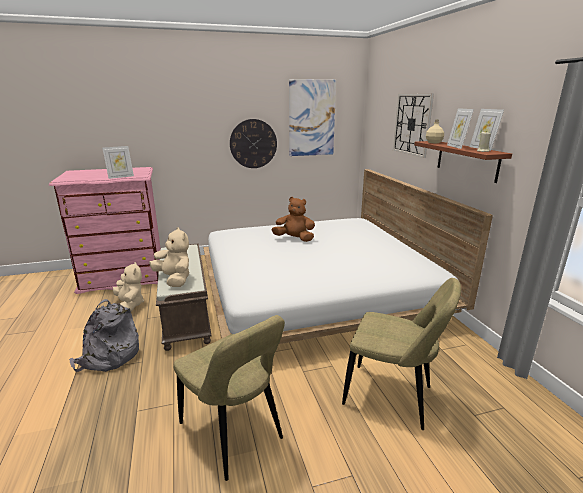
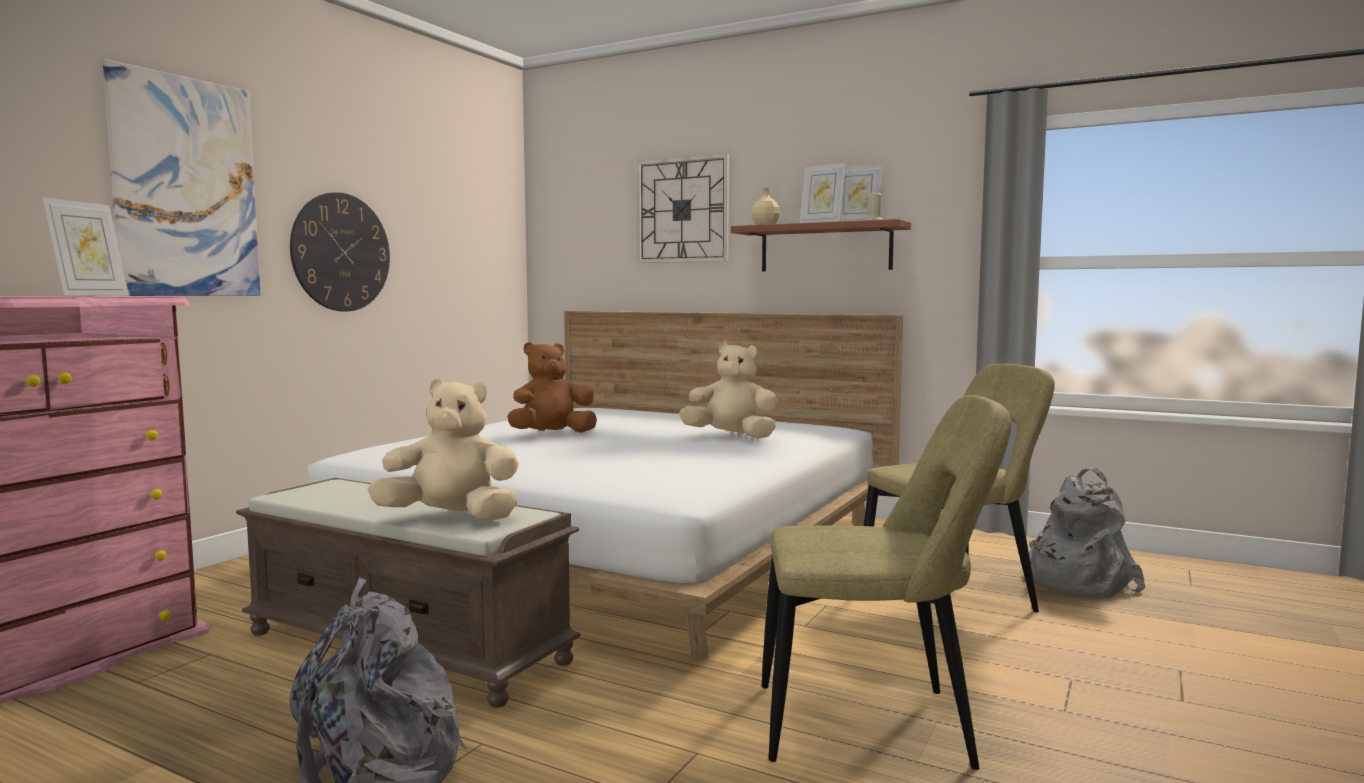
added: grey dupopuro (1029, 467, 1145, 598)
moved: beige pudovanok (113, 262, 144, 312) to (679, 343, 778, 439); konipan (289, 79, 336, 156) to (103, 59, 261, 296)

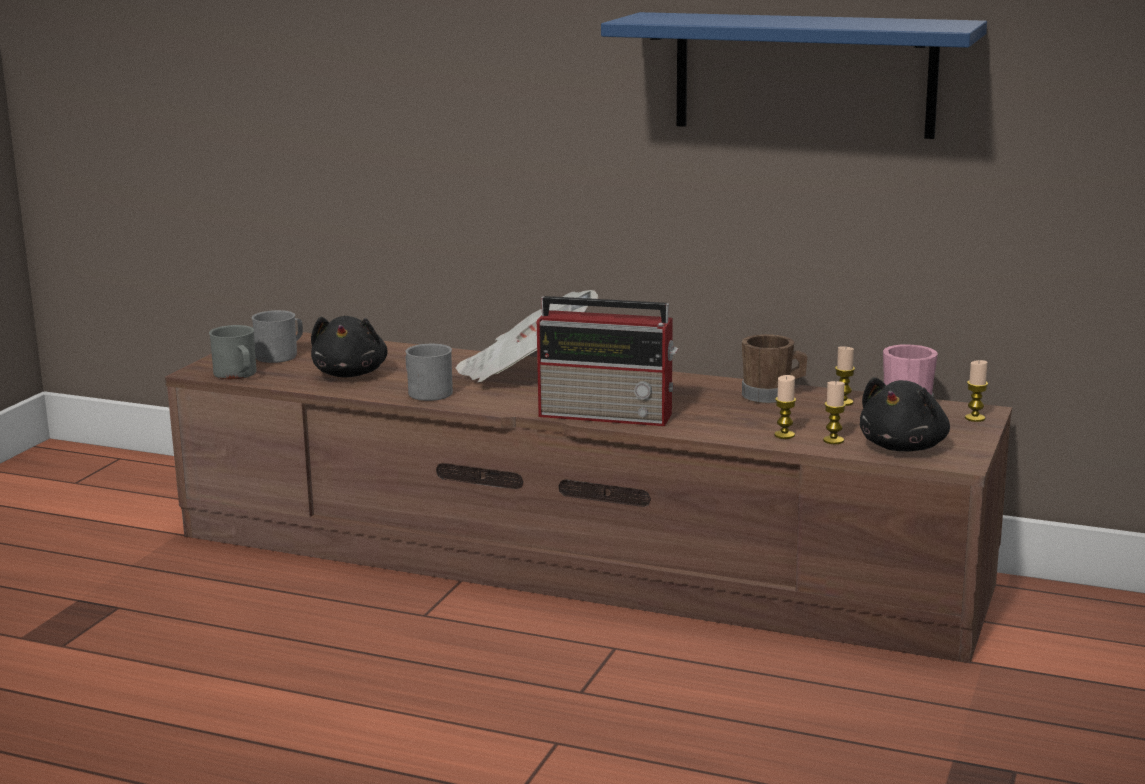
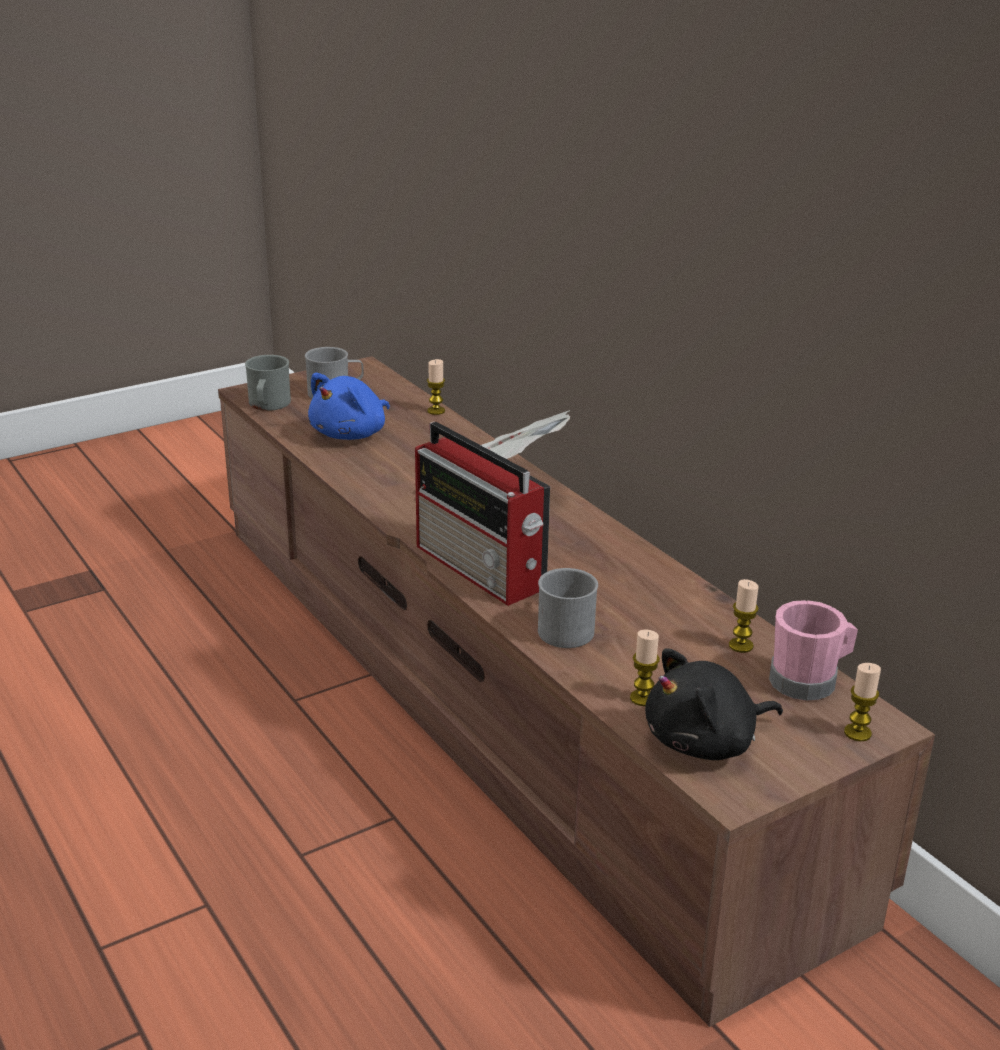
removed: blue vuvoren (601, 12, 987, 139); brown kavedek (742, 334, 807, 404)
moved: grey kavedek (405, 344, 453, 401) to (538, 568, 598, 648); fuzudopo (774, 375, 796, 439) to (427, 359, 445, 415)
recoloured: black pudovanok (311, 316, 388, 377) to blue pudovanok (308, 373, 390, 440)

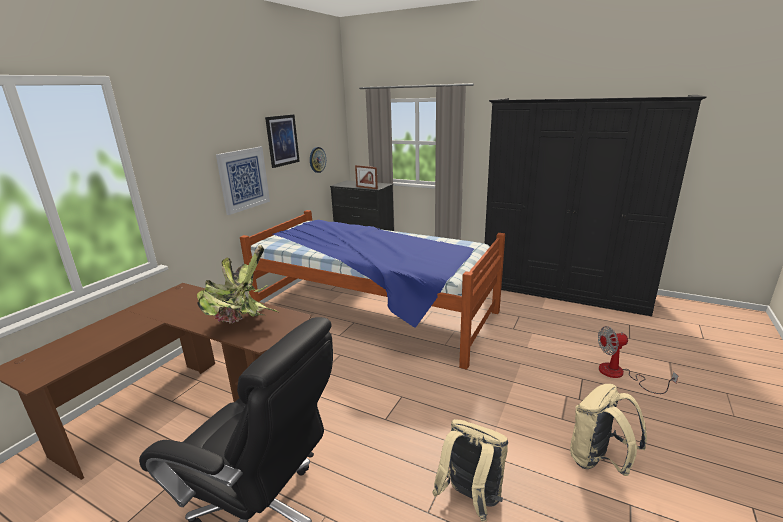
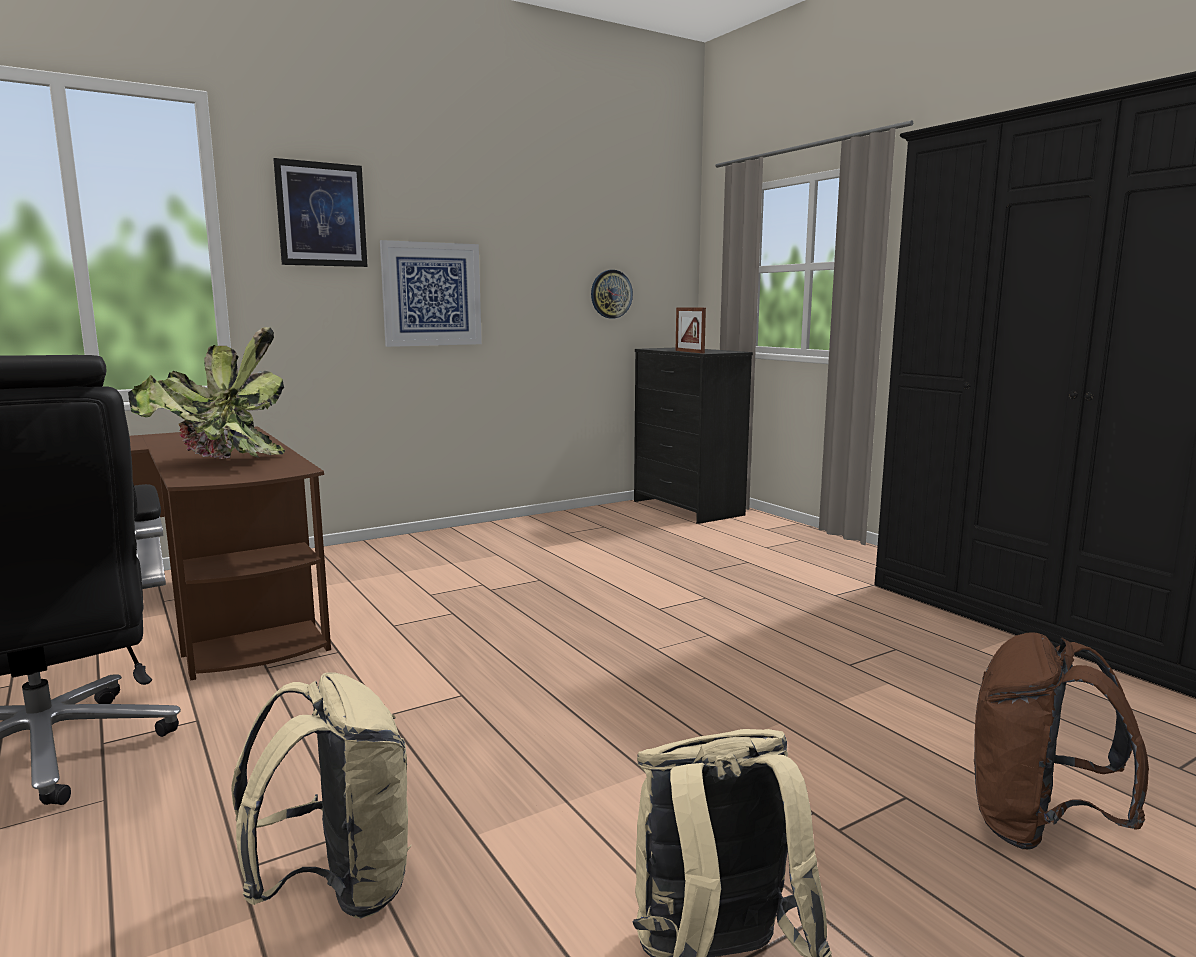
removed: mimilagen (240, 210, 505, 370)
moved: konipan (265, 114, 300, 168) to (274, 158, 368, 267)
replaced: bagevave (598, 326, 678, 394) to brown dupopuro (974, 632, 1149, 850)

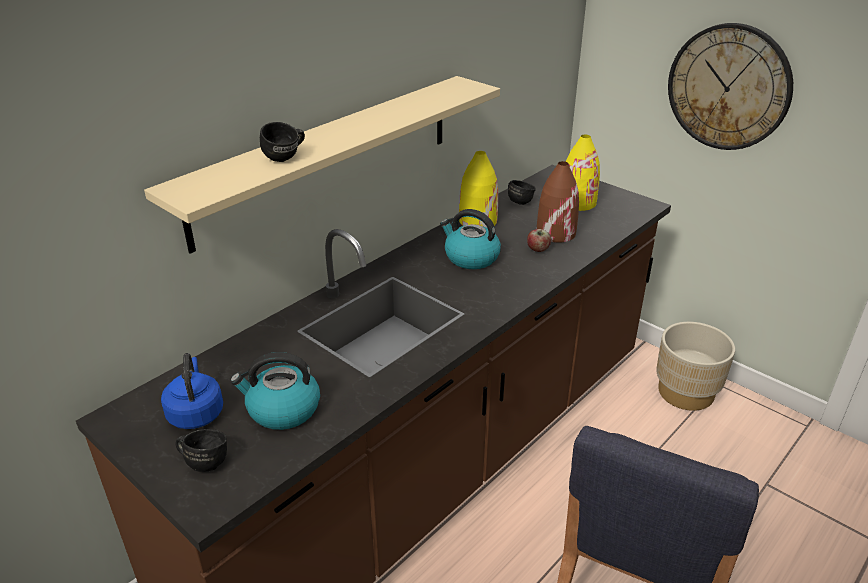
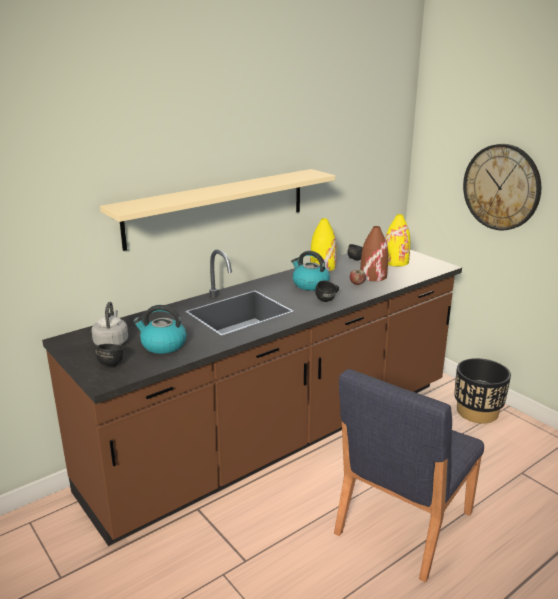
moved: black kavedek (260, 122, 305, 162) to (315, 280, 339, 302)
recoloured: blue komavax (161, 353, 223, 429) to grey komavax (91, 302, 128, 346); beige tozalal (656, 322, 735, 411) to black tozalal (454, 358, 511, 423)

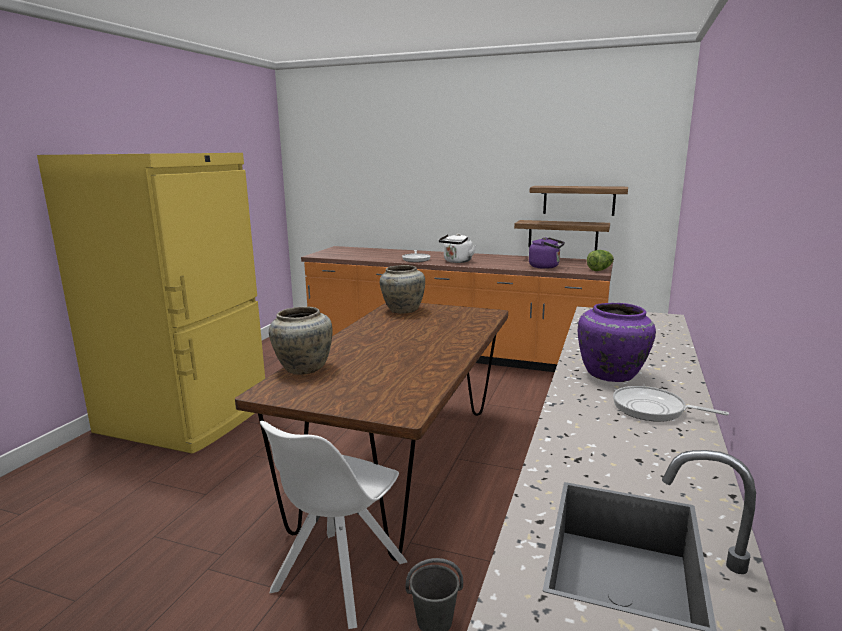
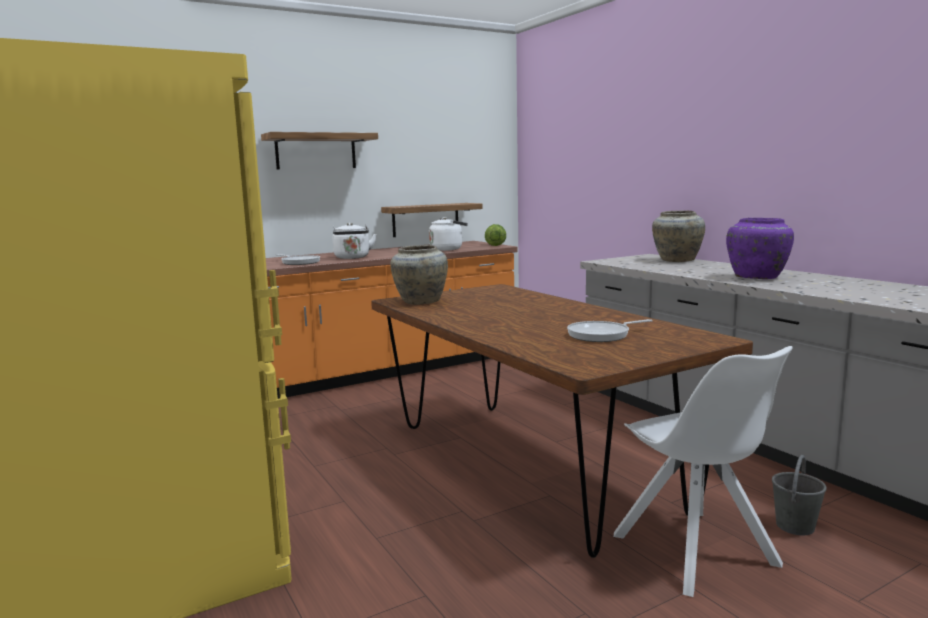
moved: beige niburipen (269, 306, 332, 375) to (652, 210, 705, 262); vuvoren (529, 186, 628, 216) to (261, 132, 378, 169); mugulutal (613, 386, 729, 422) to (567, 319, 652, 342)
recoloured: purple komavax (529, 237, 565, 269) to white komavax (429, 217, 468, 251)

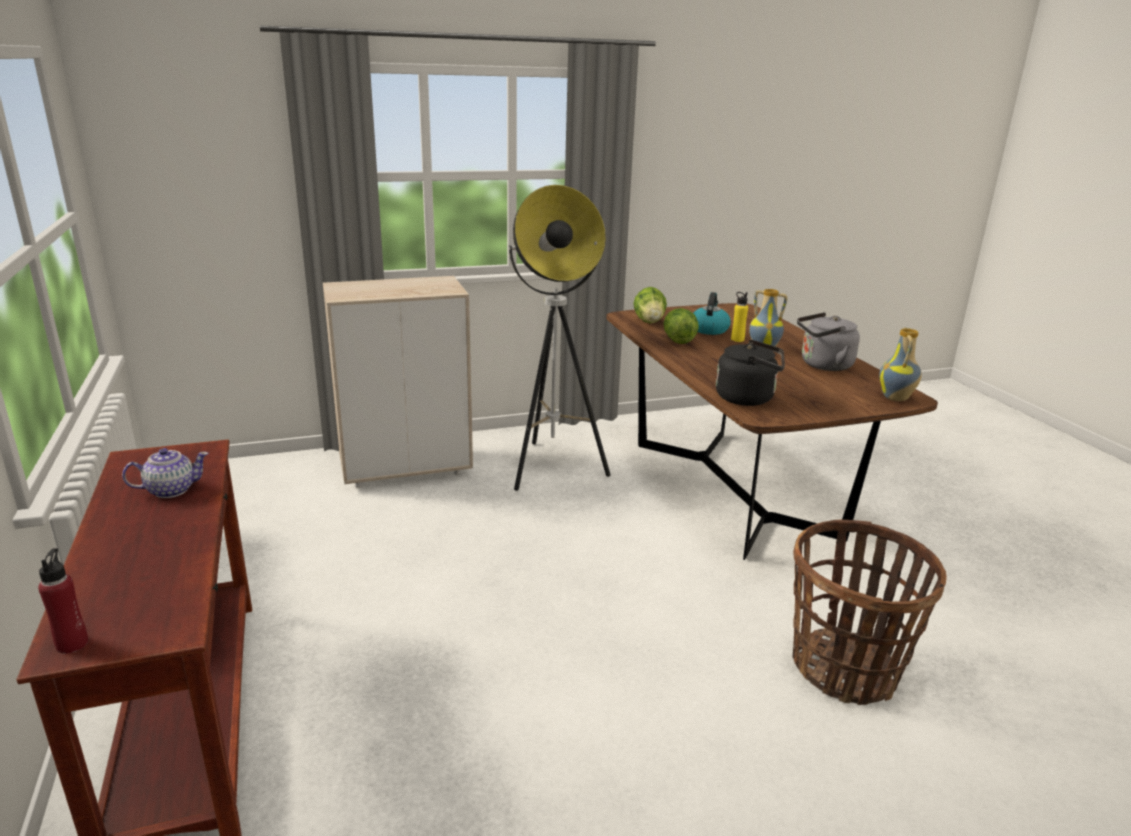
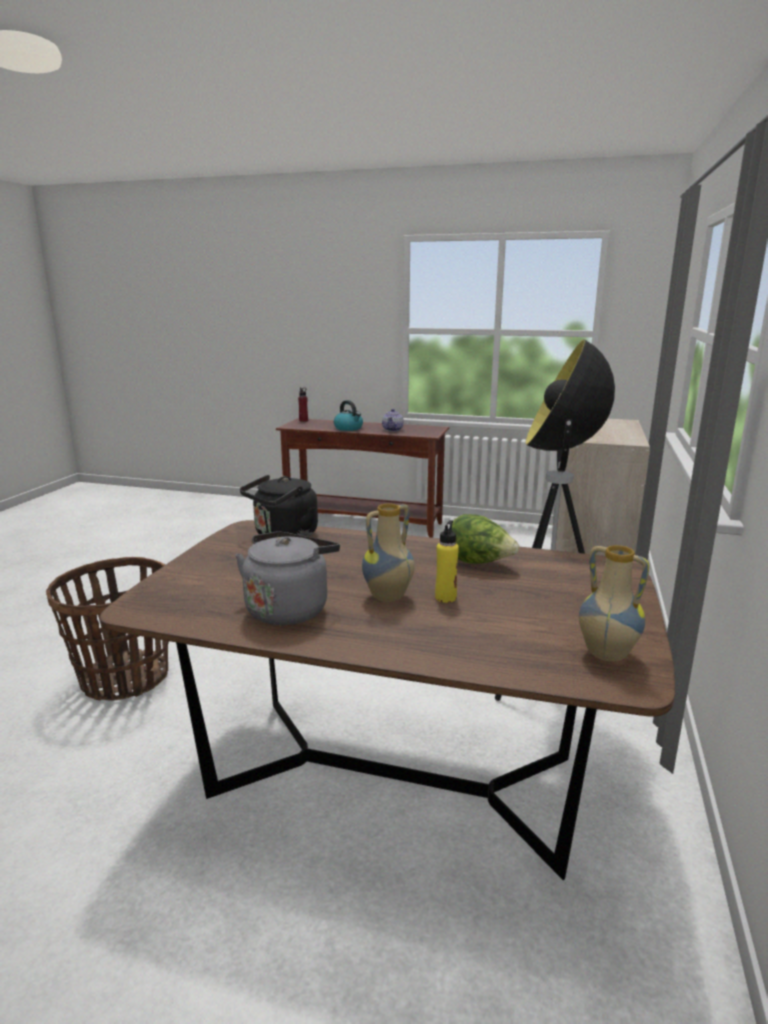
removed: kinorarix (633, 287, 667, 324)
moved: komavax (693, 292, 731, 335) to (334, 400, 363, 431); niburipen (879, 327, 922, 401) to (579, 545, 649, 662)

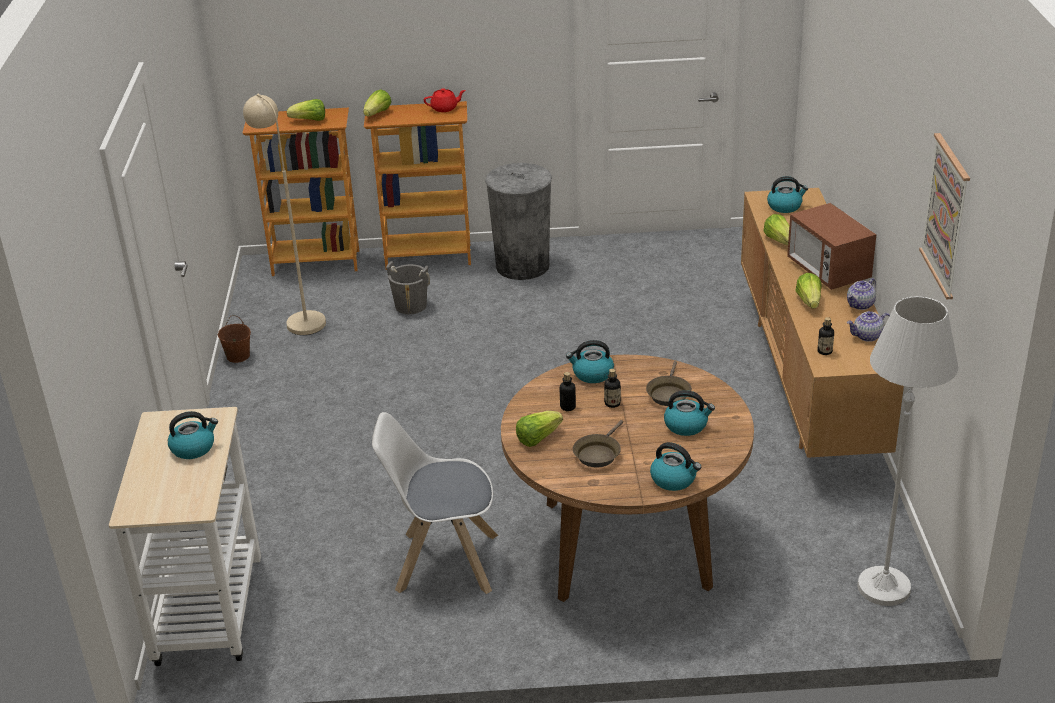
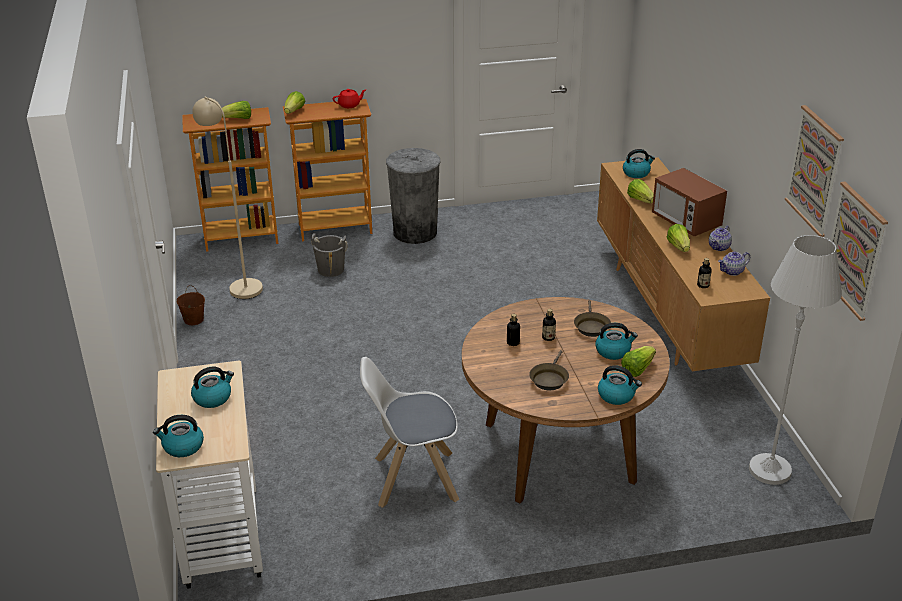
added: konipan (831, 182, 888, 321)
moved: kinorarix (516, 411, 563, 447) to (621, 346, 656, 377); komavax (566, 340, 614, 383) to (153, 415, 204, 457)

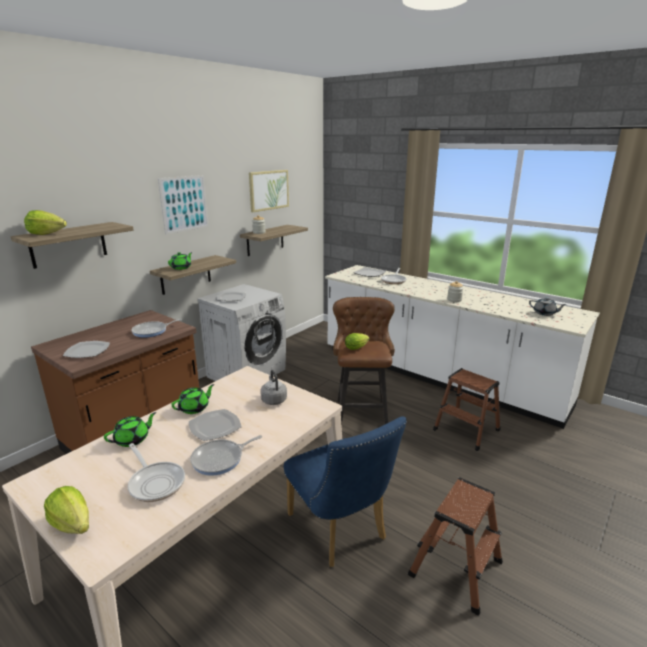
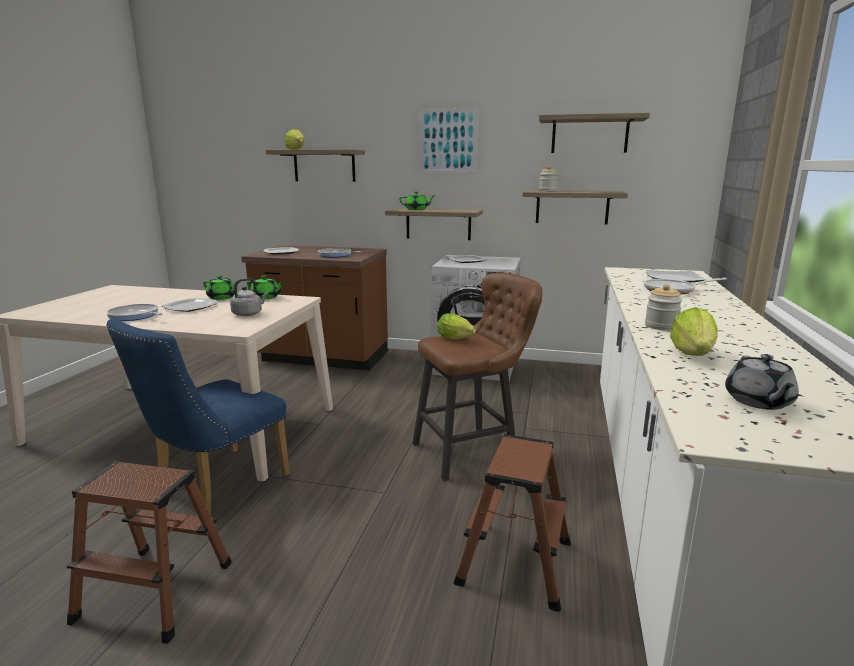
removed: mugulutal (128, 443, 185, 502)
moved: kinorarix (44, 486, 89, 534) to (670, 307, 717, 356); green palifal (104, 412, 156, 447) to (247, 275, 284, 300)
replaced: konipan (249, 170, 289, 212) to vuvoren (539, 113, 650, 153)

